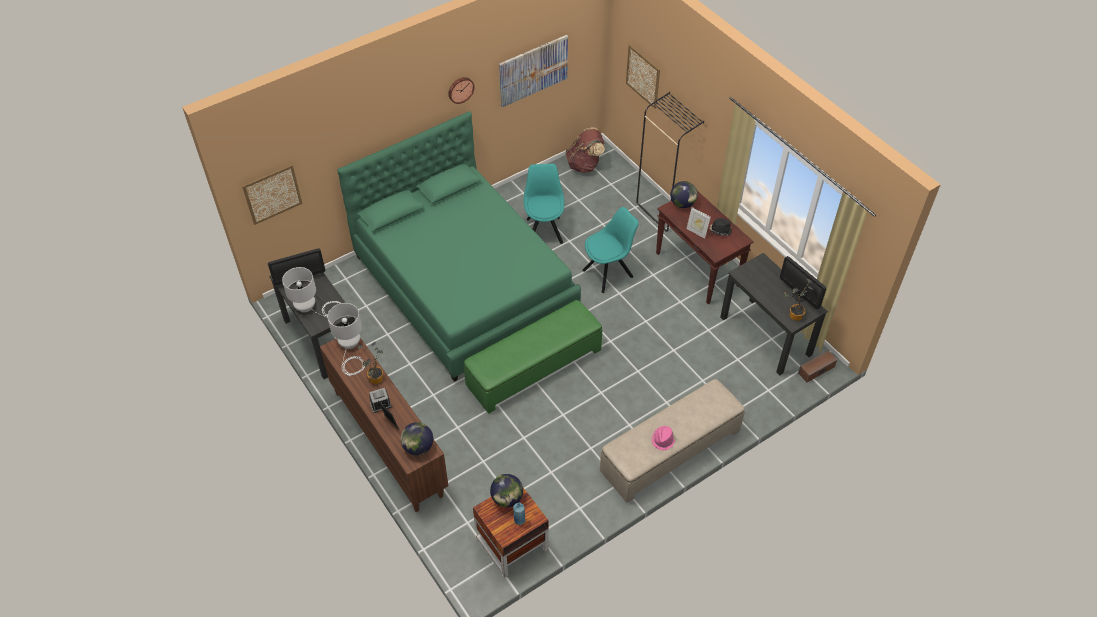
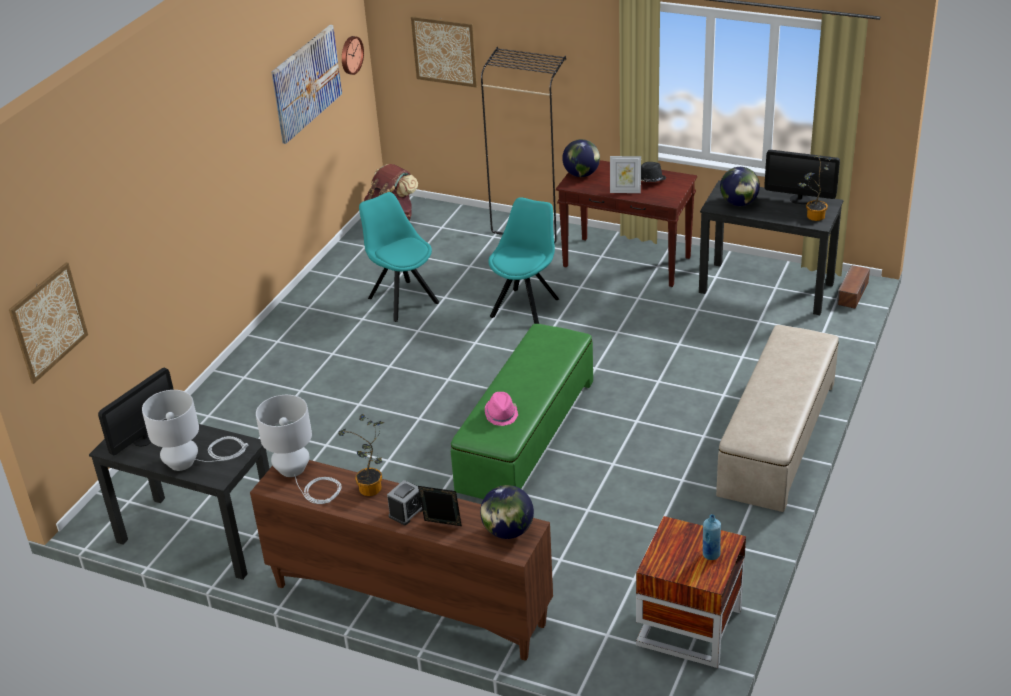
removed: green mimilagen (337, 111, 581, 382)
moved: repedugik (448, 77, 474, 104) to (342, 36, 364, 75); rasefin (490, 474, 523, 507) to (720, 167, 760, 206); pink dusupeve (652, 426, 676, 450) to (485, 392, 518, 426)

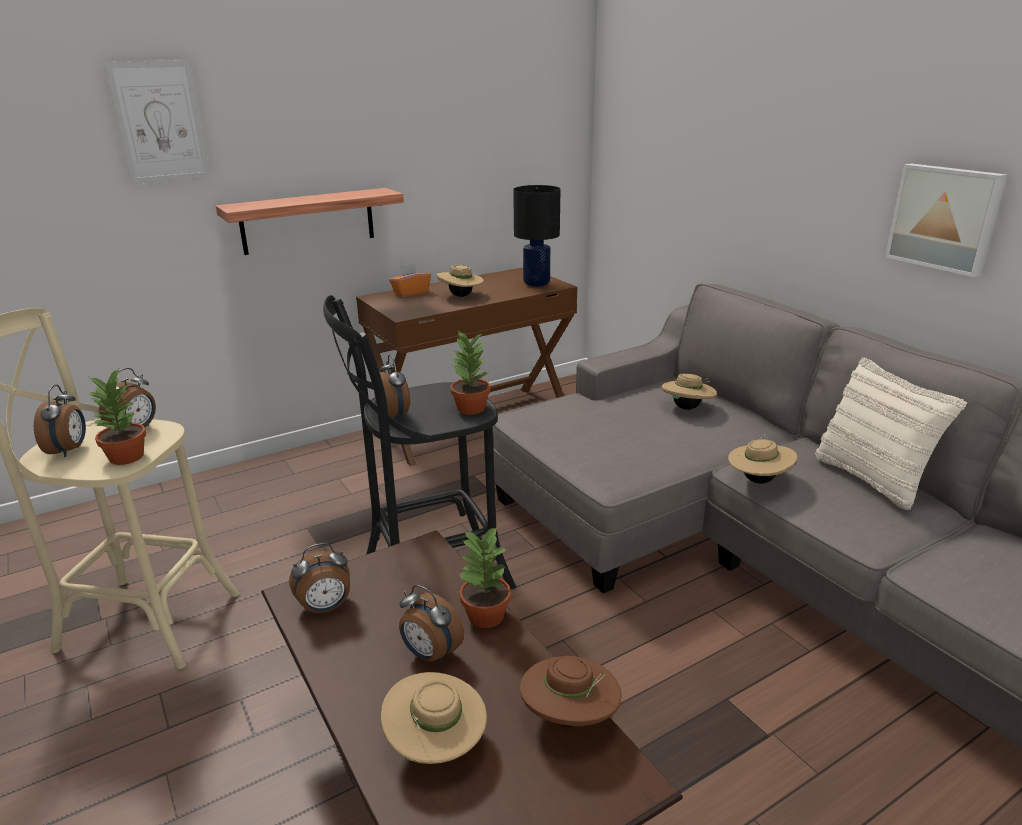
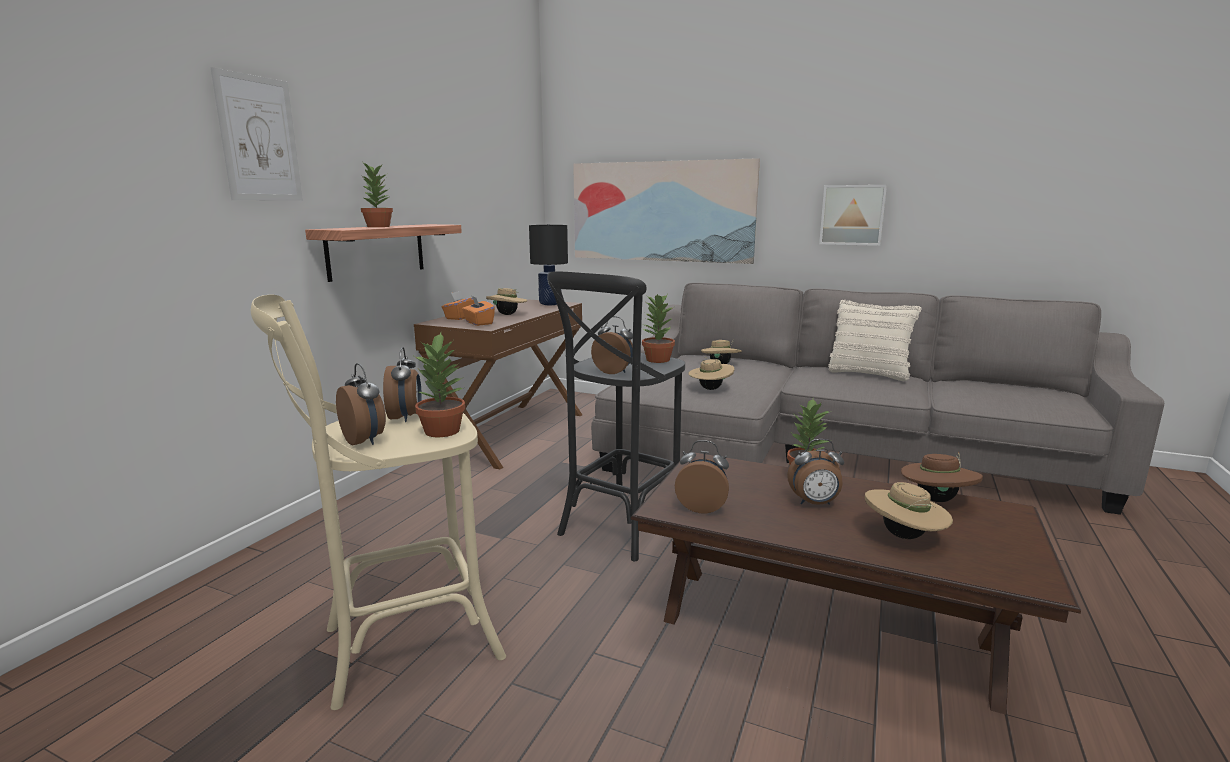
added: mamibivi (361, 163, 393, 227); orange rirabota (462, 296, 495, 326); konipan (573, 158, 760, 264)
moved: beige dusupeve (728, 434, 797, 484) to (688, 357, 734, 390)
turned: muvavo (289, 543, 350, 615) = (675, 440, 729, 513) 105 degrees counterclockwise

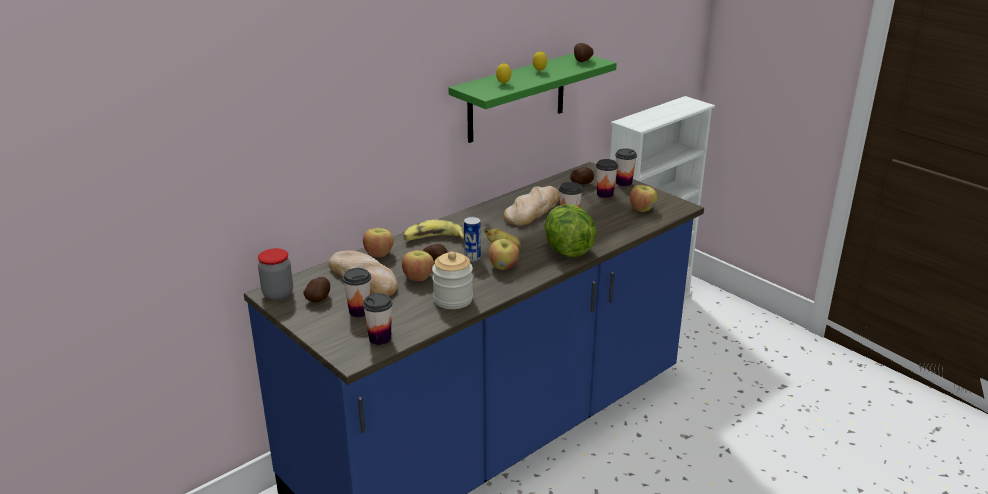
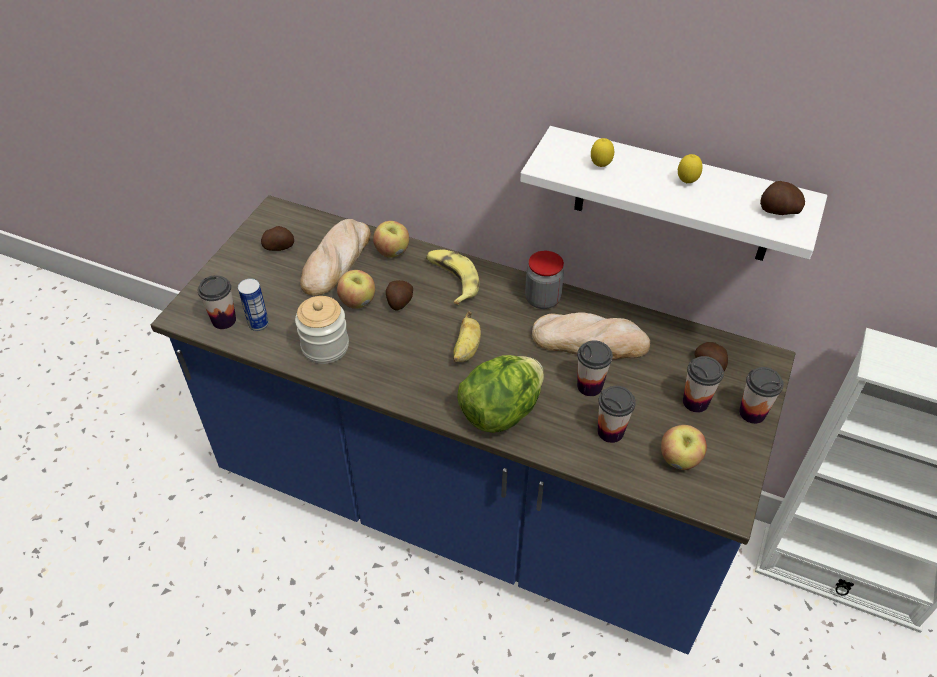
removed: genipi (488, 239, 519, 270)
moved: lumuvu (258, 248, 293, 300) to (525, 251, 564, 309); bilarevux (343, 268, 371, 317) to (598, 386, 636, 443); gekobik (464, 217, 481, 262) to (238, 278, 269, 331)
recoloured: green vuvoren (449, 53, 617, 143) to white vuvoren (520, 126, 827, 261)

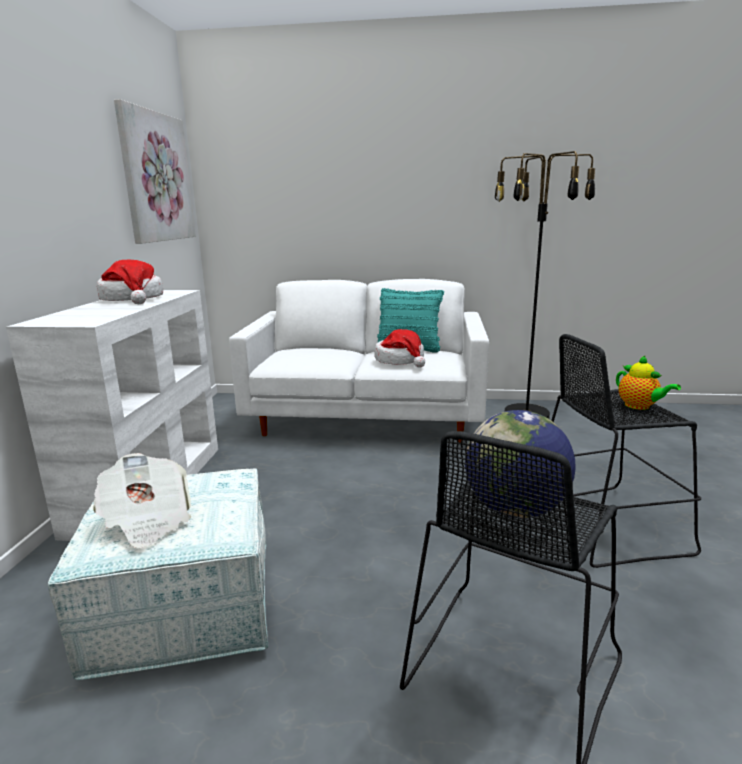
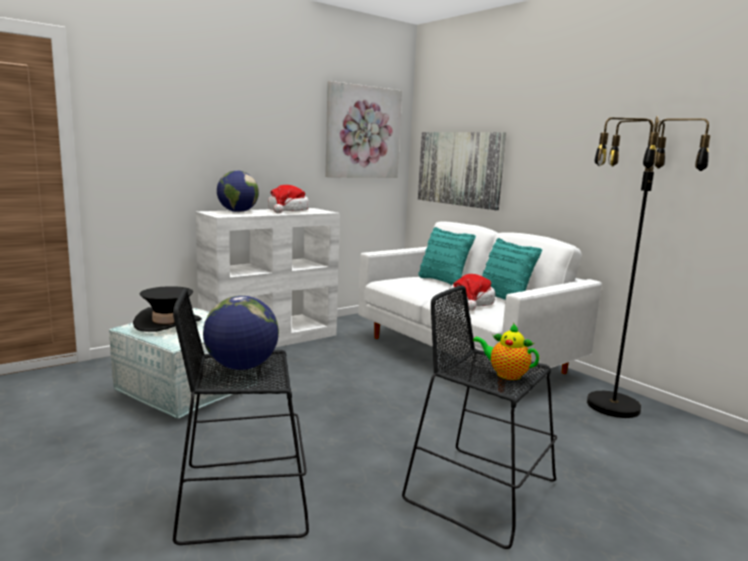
added: rasefin (217, 170, 259, 212); konipan (418, 132, 506, 210); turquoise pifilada (418, 227, 476, 285)
replaced: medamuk (92, 453, 191, 548) to black dusupeve (133, 286, 202, 332)
turned: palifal (616, 355, 681, 410) = (473, 323, 539, 380) 105 degrees clockwise

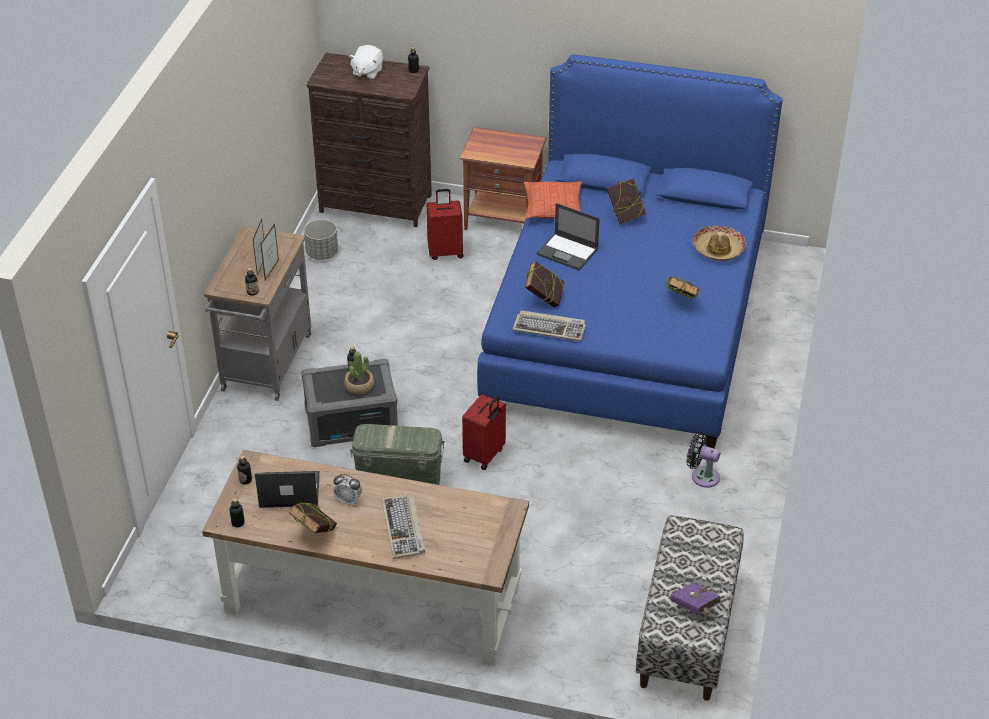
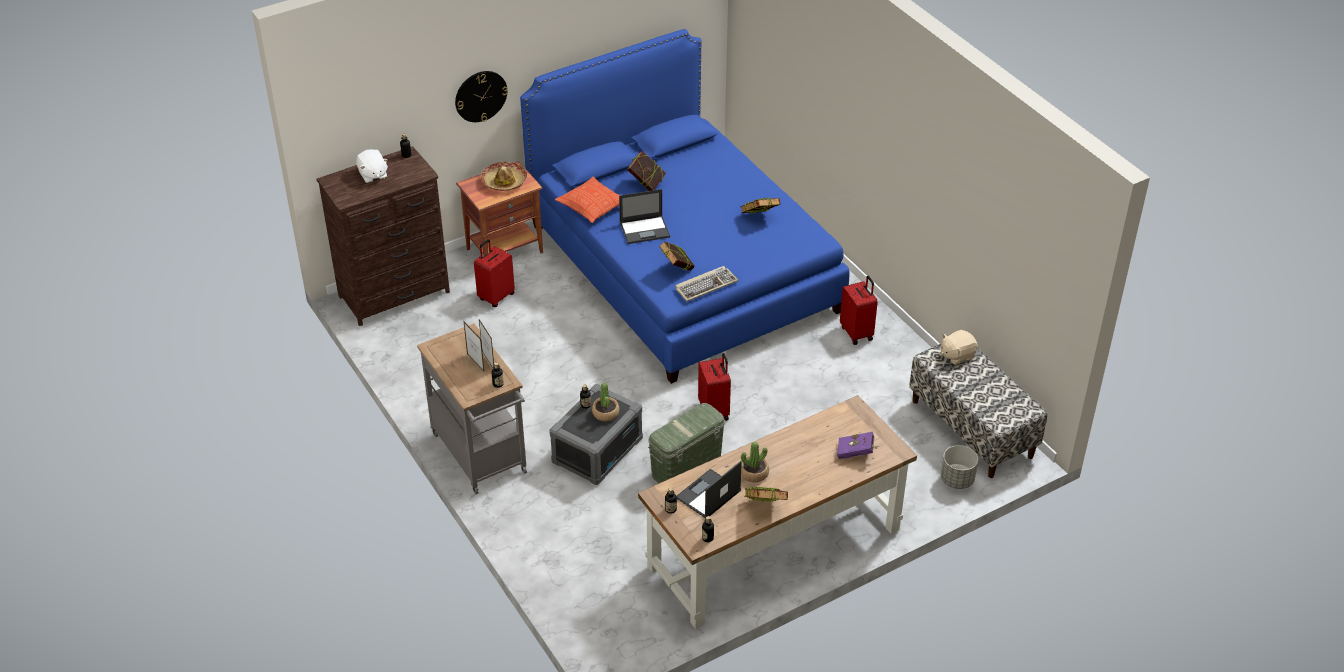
removed: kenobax (382, 494, 425, 559)
added: repedugik (455, 71, 508, 122); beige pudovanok (941, 330, 978, 365)
moved: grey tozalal (304, 219, 338, 260) to (941, 445, 978, 489); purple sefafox (671, 582, 721, 615) to (837, 432, 880, 459); dusupeve (693, 226, 746, 261) to (481, 162, 527, 191)
replaced: muvavo (333, 474, 362, 505) to mamibivi (741, 442, 769, 482); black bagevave (686, 432, 720, 488) to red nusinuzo (840, 275, 878, 345)

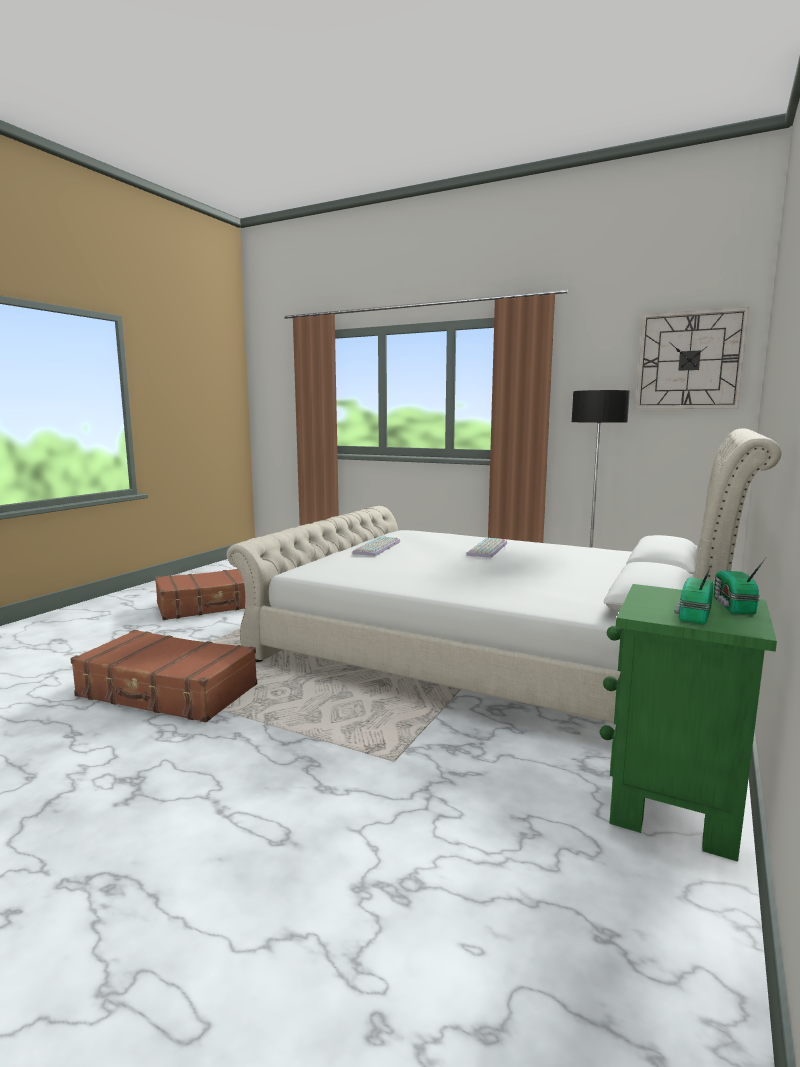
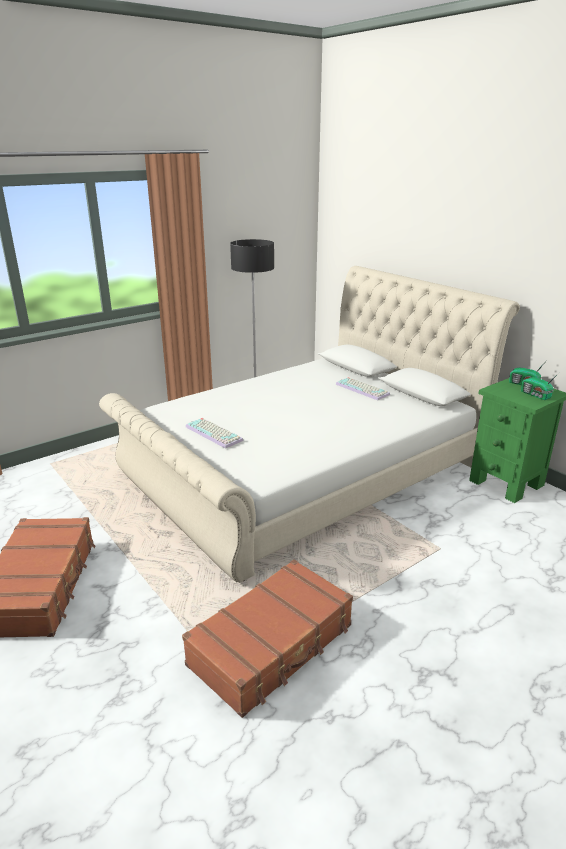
removed: repedugik (636, 307, 749, 409)
moved: kenobax (466, 538, 507, 558) to (336, 377, 390, 400)

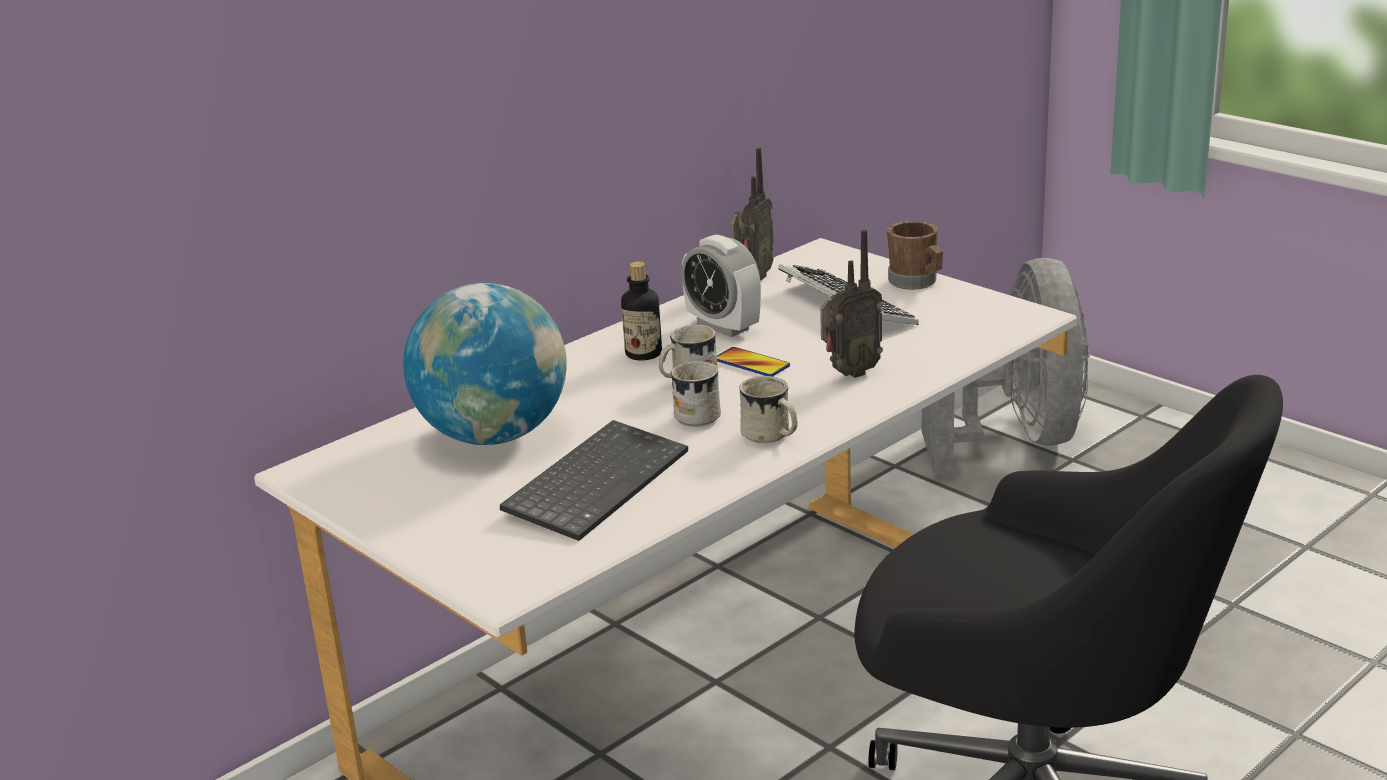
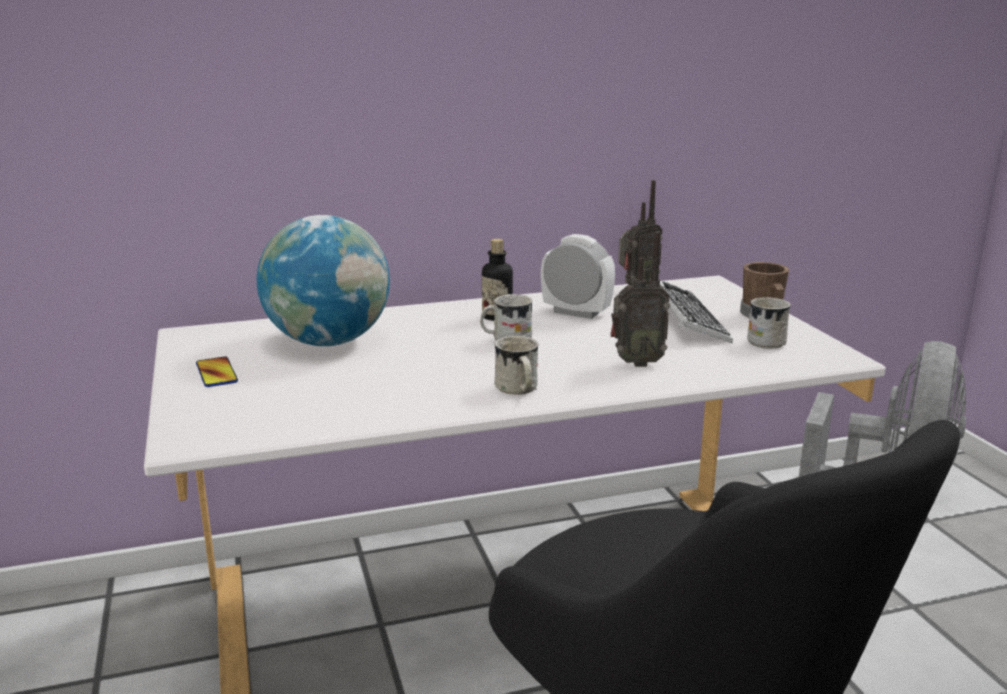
removed: kenobax (500, 420, 688, 541)
moved: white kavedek (671, 361, 721, 427) to (747, 298, 791, 349); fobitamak (717, 347, 790, 376) to (196, 357, 238, 387)
turned: muvavo (682, 234, 761, 337) = (541, 234, 615, 319) 135 degrees clockwise

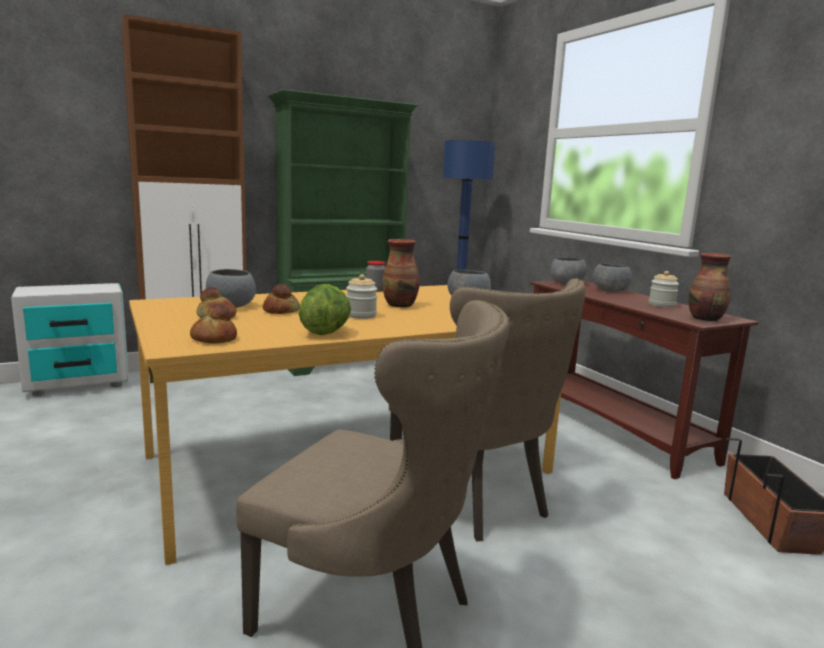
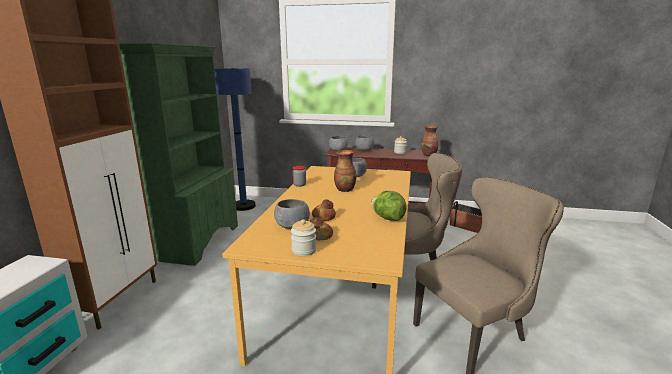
removed: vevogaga (190, 305, 237, 344)
moved: lumuvu (346, 274, 377, 319) to (291, 219, 316, 256)

